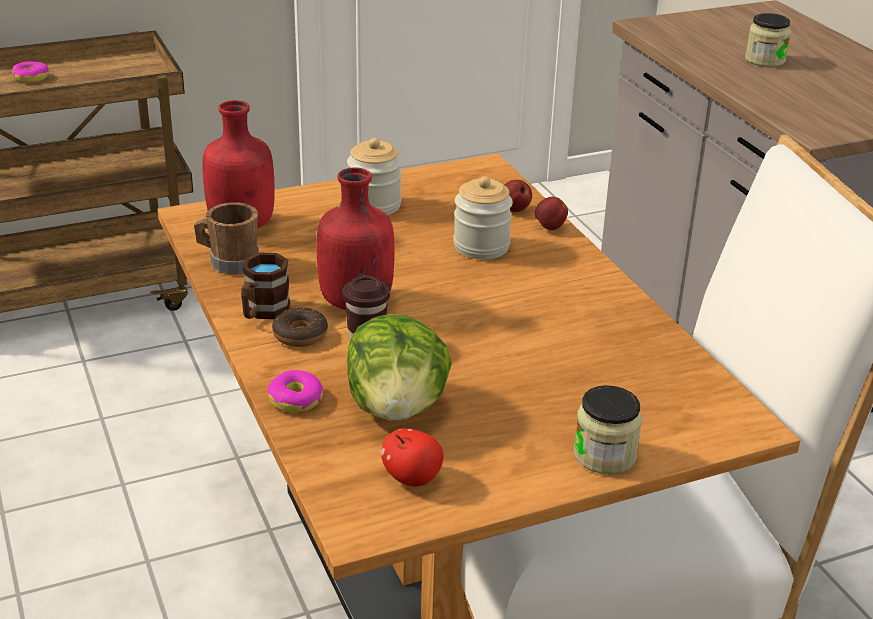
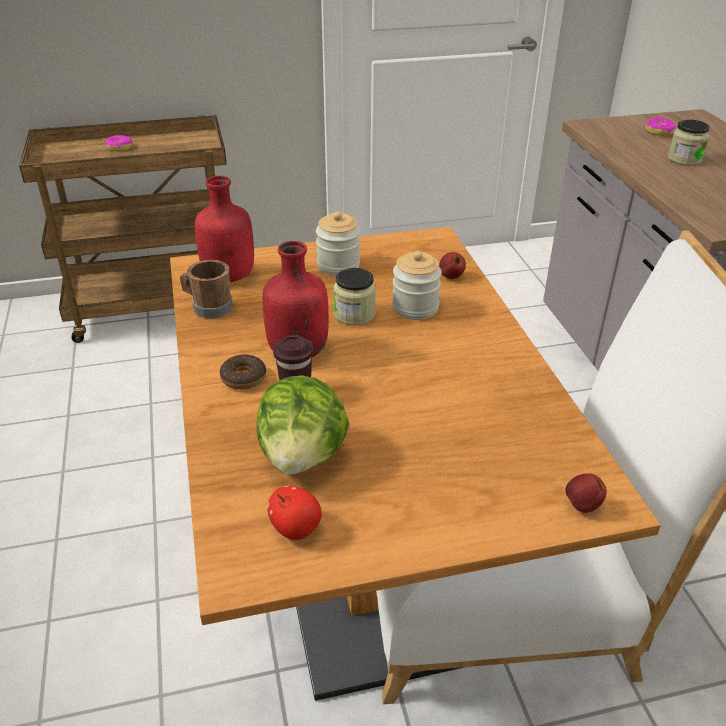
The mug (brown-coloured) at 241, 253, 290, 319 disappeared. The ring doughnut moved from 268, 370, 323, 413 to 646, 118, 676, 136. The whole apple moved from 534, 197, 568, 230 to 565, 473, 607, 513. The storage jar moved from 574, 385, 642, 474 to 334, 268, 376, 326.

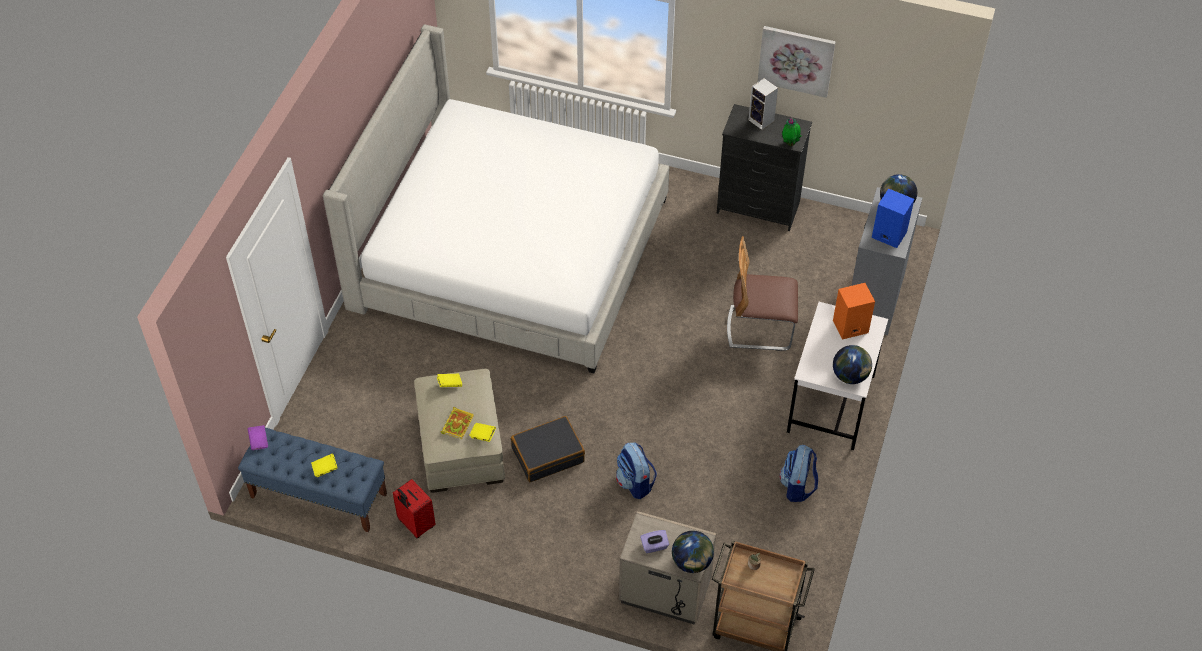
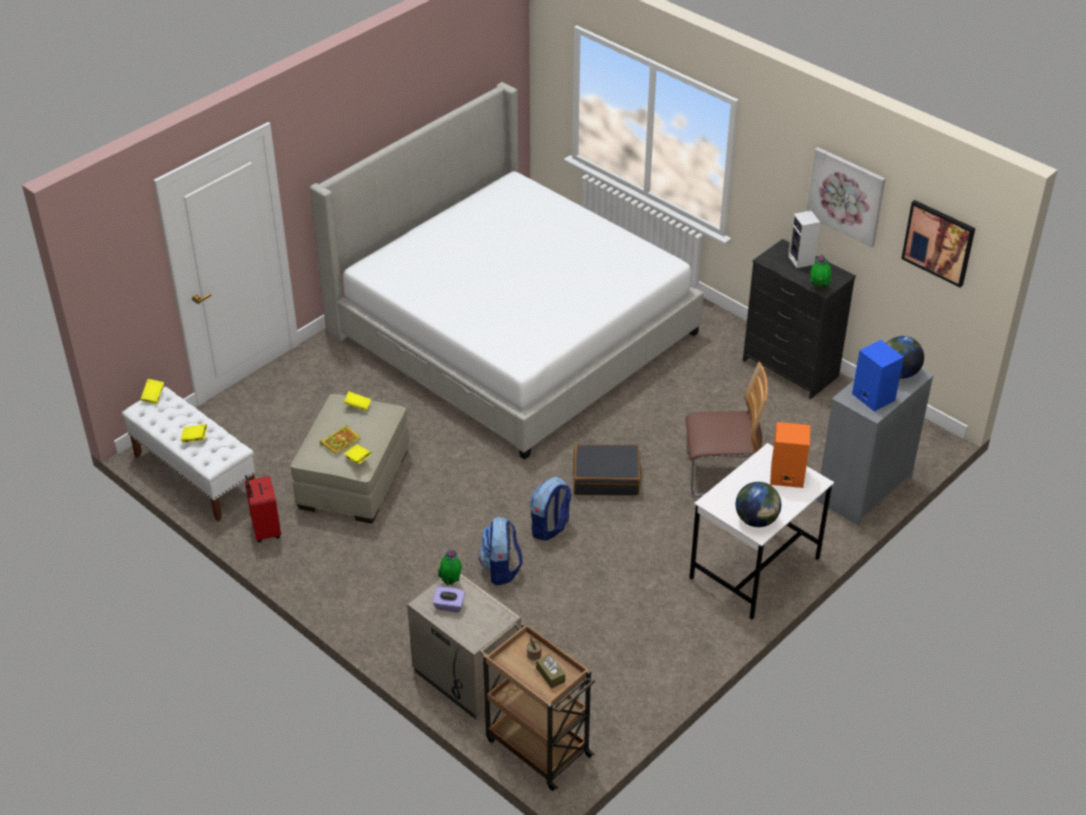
The indoor bench (blue) at 238, 428, 387, 532 became the indoor bench (white-coloured) at 122, 387, 255, 521. The book (purplish) at 248, 425, 268, 450 became the book (yellowish) at 140, 379, 164, 404. The travel case (black-coloured) moved from 511, 416, 585, 482 to 573, 444, 641, 496. The globe at 672, 531, 714, 573 disappeared. The upright chair at 727, 236, 798, 351 turned 150 degrees clockwise. The knapsack moved from 780, 445, 818, 502 to 530, 477, 572, 541. The plant in a pot at 437, 549, 462, 586 appeared. The box of tissues (brown-coloured) at 536, 654, 565, 689 appeared. The picture at 901, 200, 975, 288 appeared.

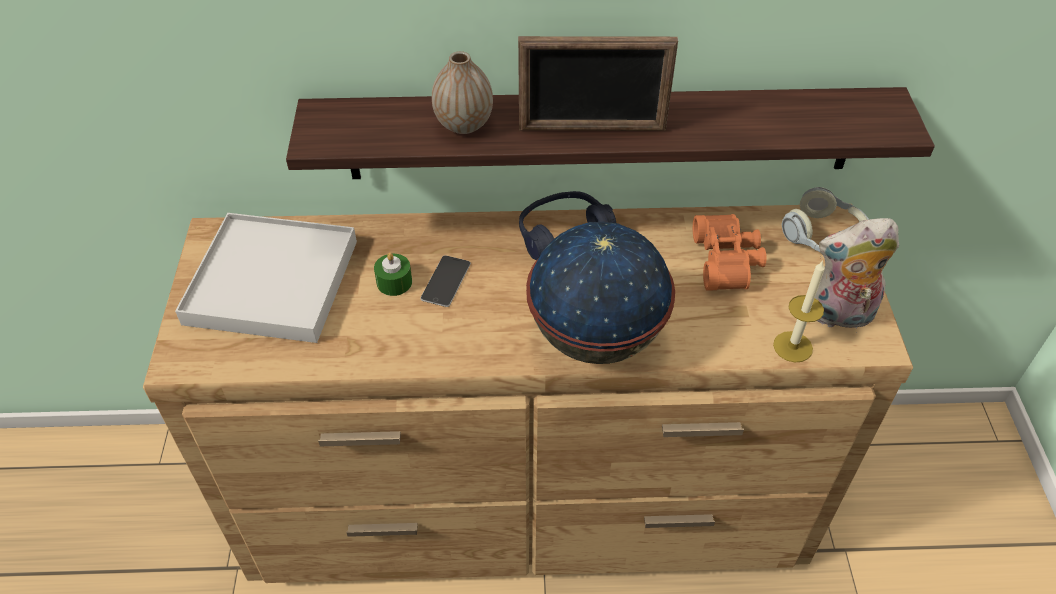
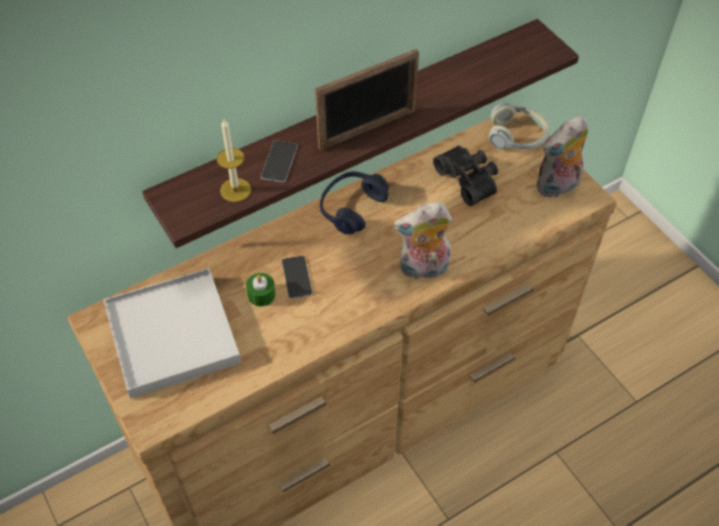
The decorative vase at 432, 51, 493, 134 was replaced by the telephone at 261, 140, 298, 183. The globe at 526, 222, 675, 364 was replaced by the soft toy at 393, 202, 452, 279. The field glasses (orange) at 693, 214, 766, 291 became the field glasses (black-coloured) at 433, 145, 498, 206. The candle moved from 773, 260, 825, 362 to 217, 119, 251, 202.

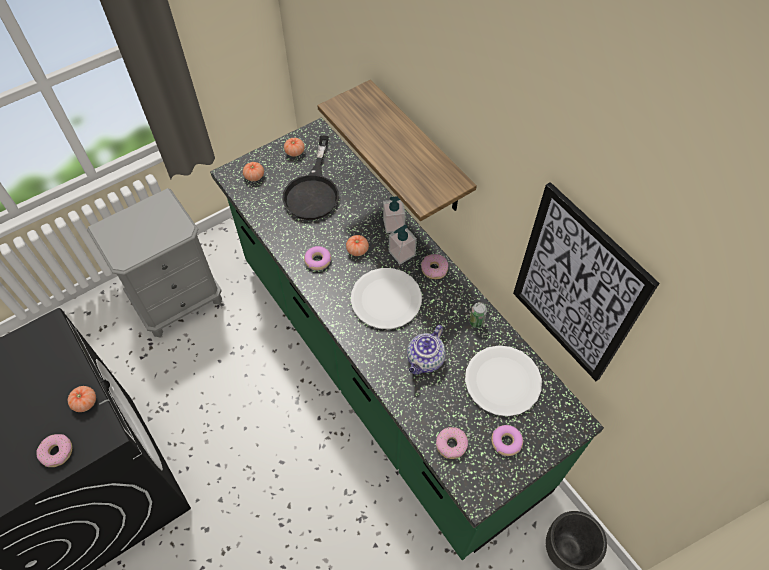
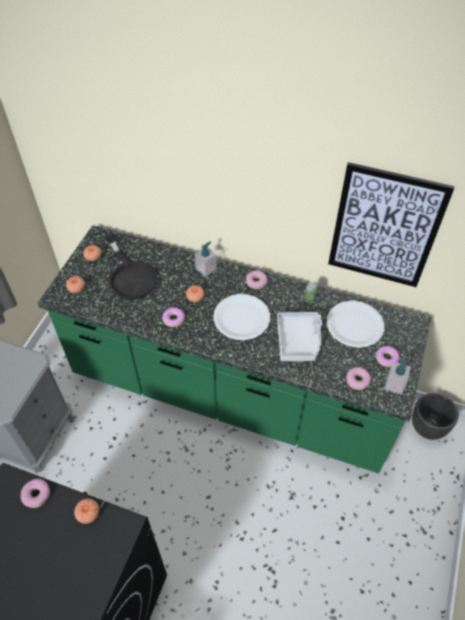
The ring doughnut moved from 36, 434, 72, 467 to 21, 479, 50, 508. The wall shelf at 317, 80, 477, 221 disappeared. The soap bottle moved from 389, 225, 417, 264 to 384, 361, 411, 395. The pot for tea at 407, 325, 446, 375 was replaced by the serving tray (gray) at 277, 312, 322, 361.

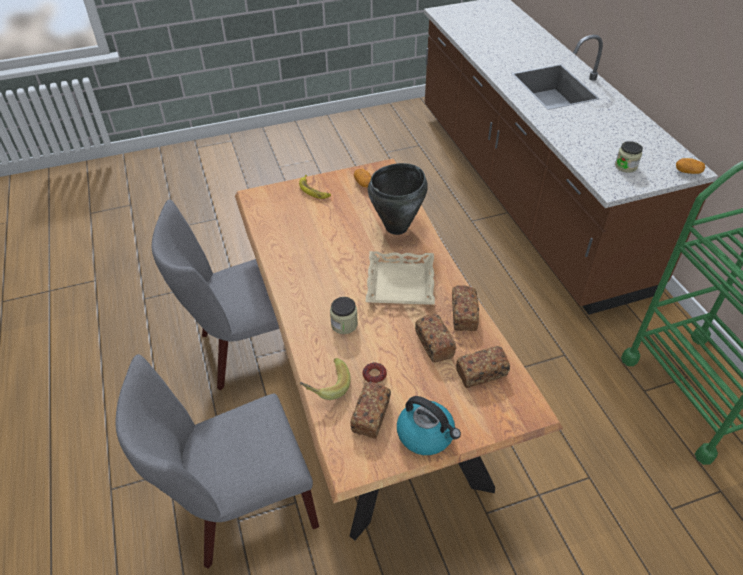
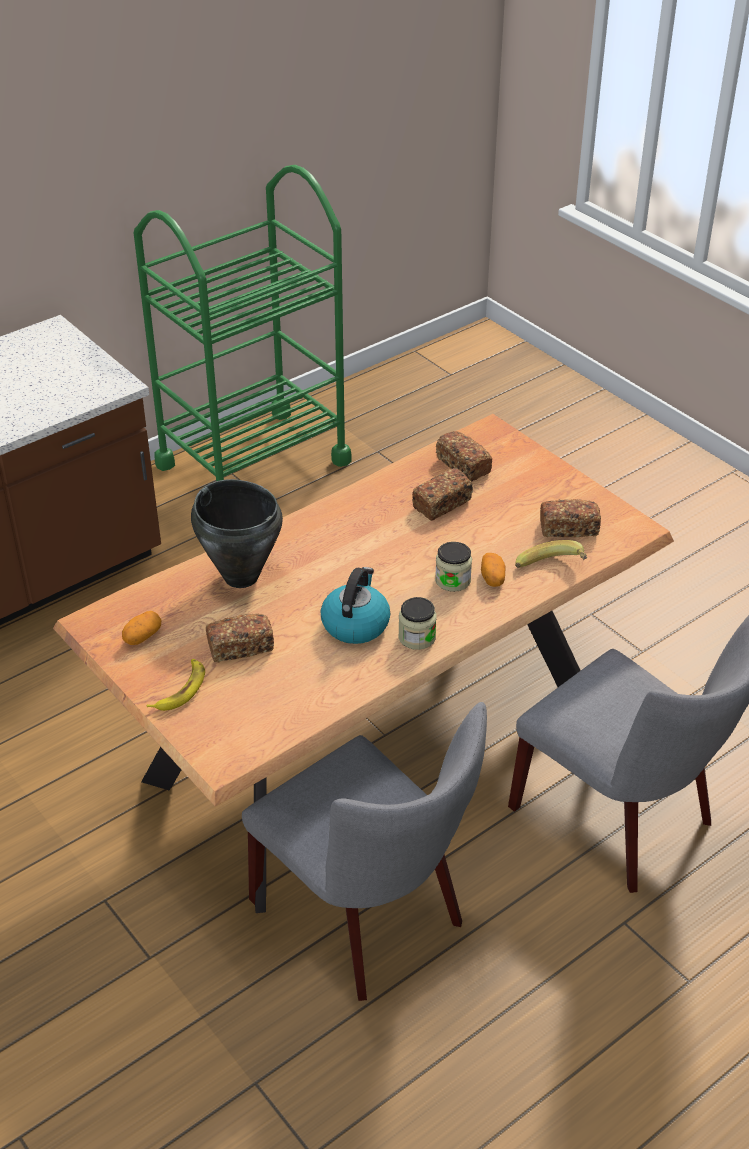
The ring doughnut at 363, 363, 387, 383 disappeared. The serving tray (sand-coloured) at 366, 251, 435, 305 disappeared. The water kettle moved from 397, 396, 461, 455 to 321, 567, 390, 644. The bakery bread moved from 452, 285, 479, 331 to 206, 613, 274, 662. The storage jar moved from 615, 141, 643, 173 to 398, 597, 437, 650. The potato moved from 676, 158, 705, 174 to 481, 553, 505, 587.

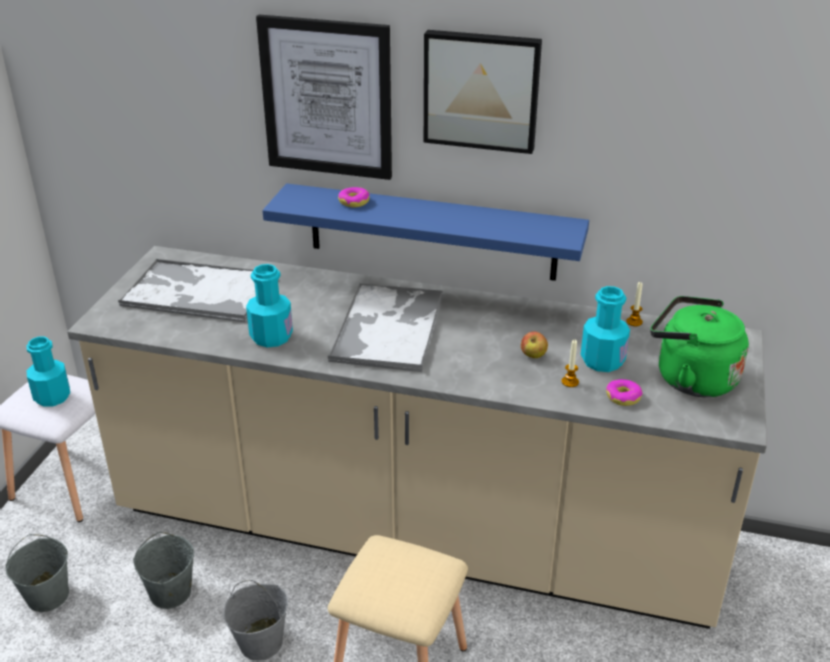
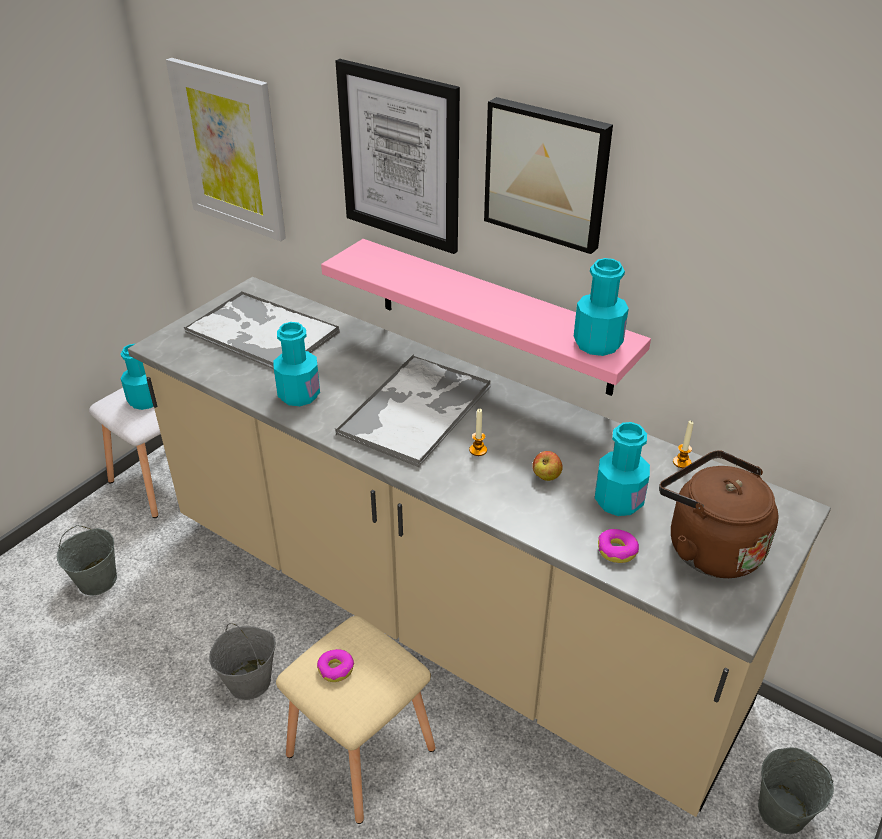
The bucket (gray) moved from 133, 532, 194, 609 to 758, 747, 834, 834. The wall shelf (blue) at 263, 183, 589, 281 became the wall shelf (pink-coloured) at 321, 239, 651, 396. The ring doughnut moved from 338, 187, 369, 208 to 317, 649, 354, 682. The candle moved from 561, 340, 579, 387 to 469, 408, 487, 456. The water kettle (greenish) at 650, 296, 749, 397 became the water kettle (brown-coloured) at 659, 450, 778, 578. The picture at 166, 58, 286, 241 appeared. The beverage bottle (turquoise) at 574, 258, 629, 356 appeared.

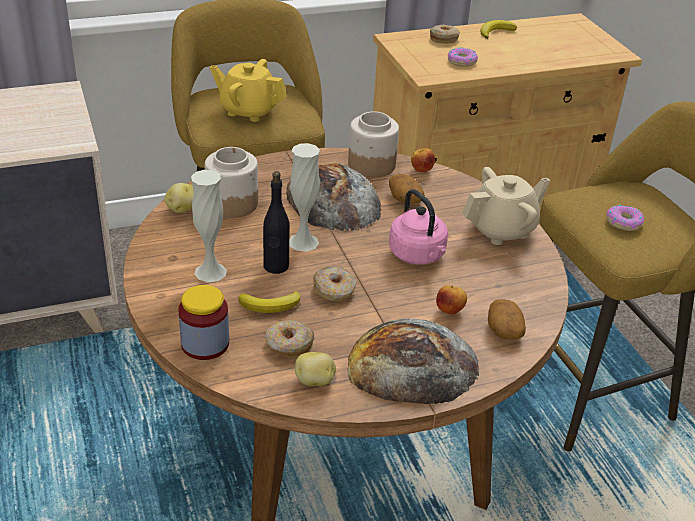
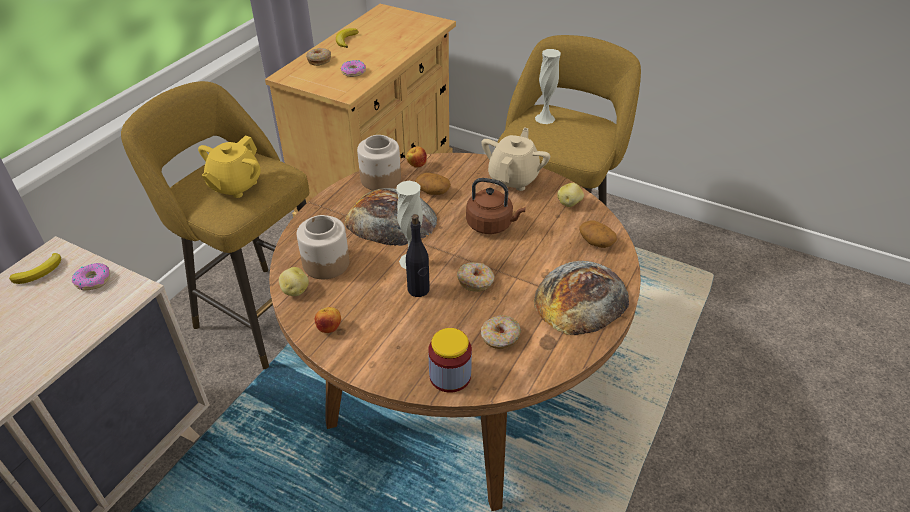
The decorative vase (white-coloured) moved from 191, 170, 227, 282 to 535, 49, 561, 124. The pot for tea (yellowish) at 210, 59, 287, 122 turned 45 degrees counterclockwise. The banana moved from 238, 291, 300, 313 to 9, 253, 61, 284. The potato moved from 295, 352, 336, 386 to 557, 183, 584, 207. The water kettle (pink-coloured) at 389, 189, 448, 265 became the water kettle (brown-coloured) at 466, 178, 526, 234. The whole apple moved from 436, 285, 467, 315 to 315, 307, 341, 333. The ring doughnut moved from 606, 205, 644, 231 to 72, 263, 110, 291.

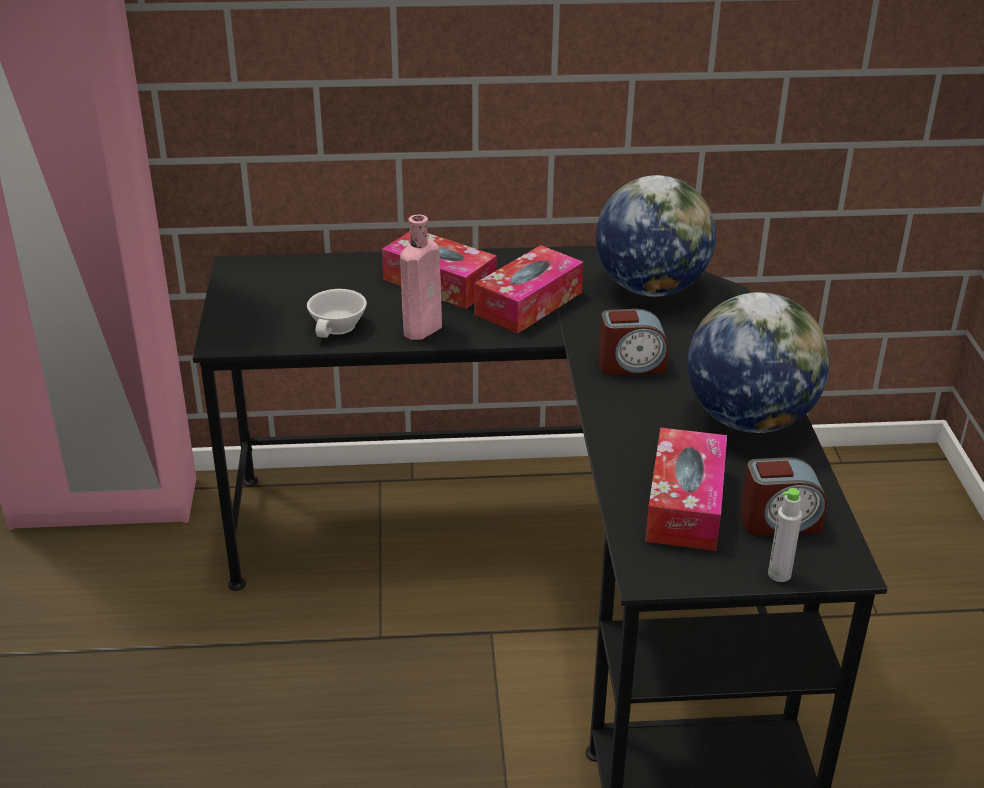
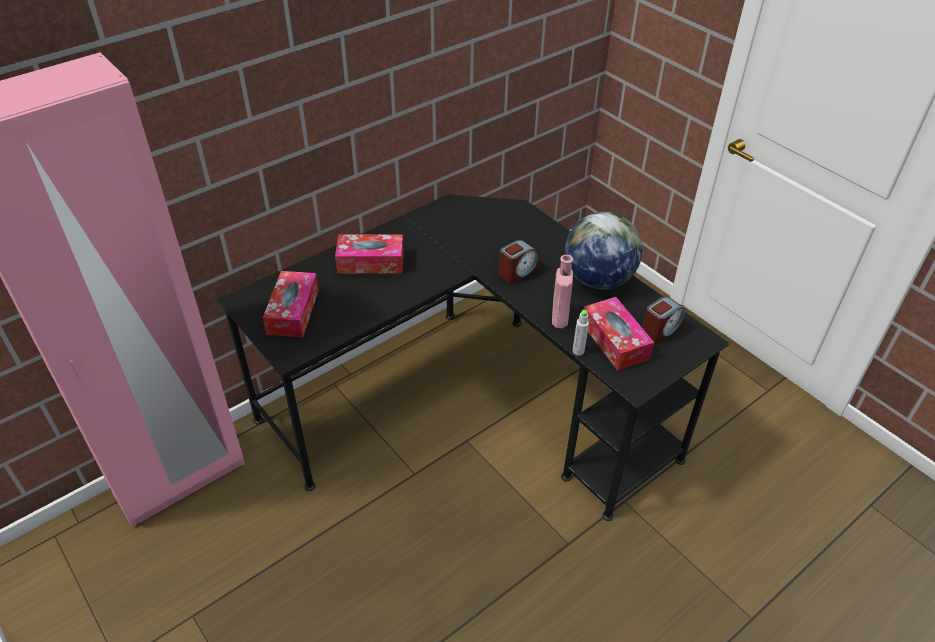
The small cup (white-coloured) at 307, 289, 367, 338 disappeared. The beverage bottle (pink-coloured) moved from 400, 215, 442, 340 to 552, 255, 573, 328. The box of tissues moved from 474, 245, 583, 334 to 263, 271, 319, 338. The globe at 596, 175, 716, 297 disappeared. The beverage bottle (gray) moved from 768, 488, 802, 582 to 572, 310, 589, 356.

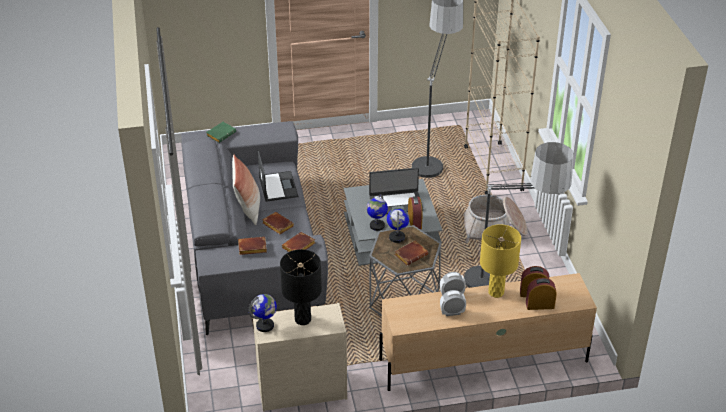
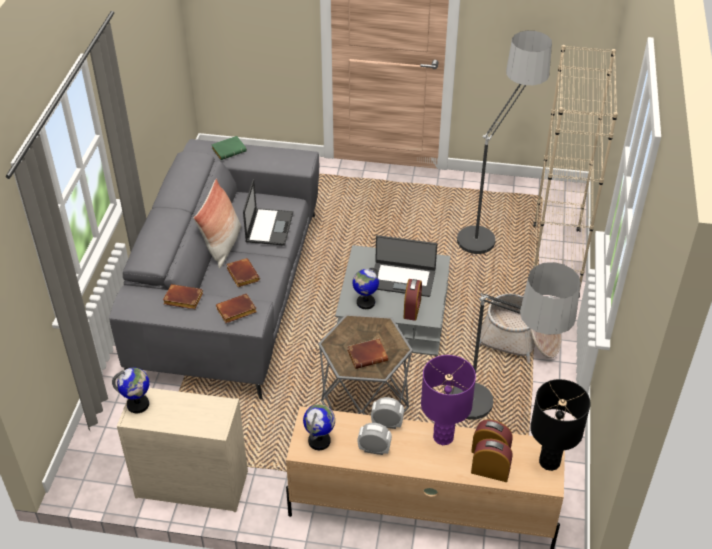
The table lamp (black-coloured) moved from 280, 249, 322, 325 to 530, 379, 591, 471. The globe moved from 387, 208, 409, 243 to 303, 404, 335, 450. The table lamp (yellowish) at 480, 224, 521, 298 became the table lamp (purplish) at 421, 355, 476, 445.

